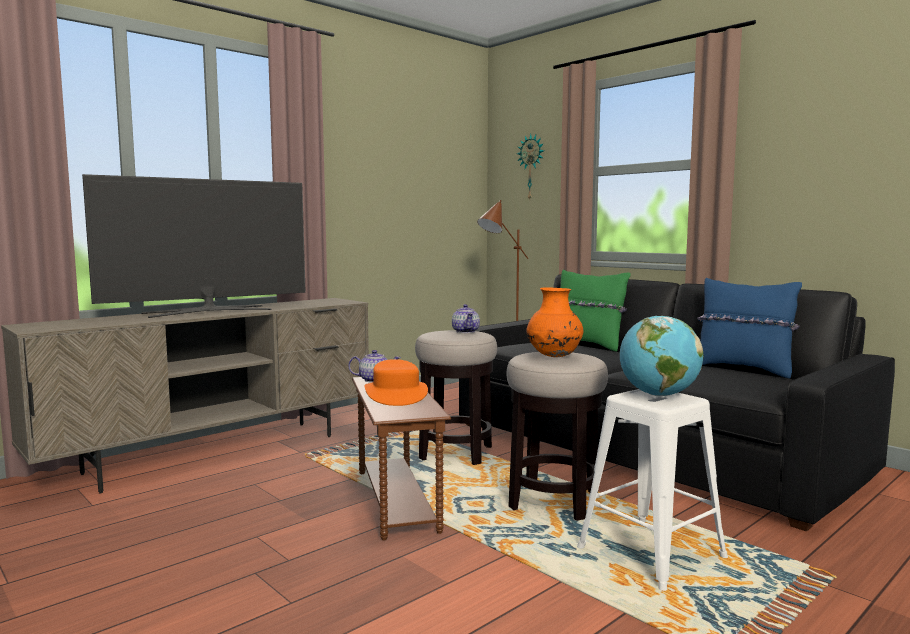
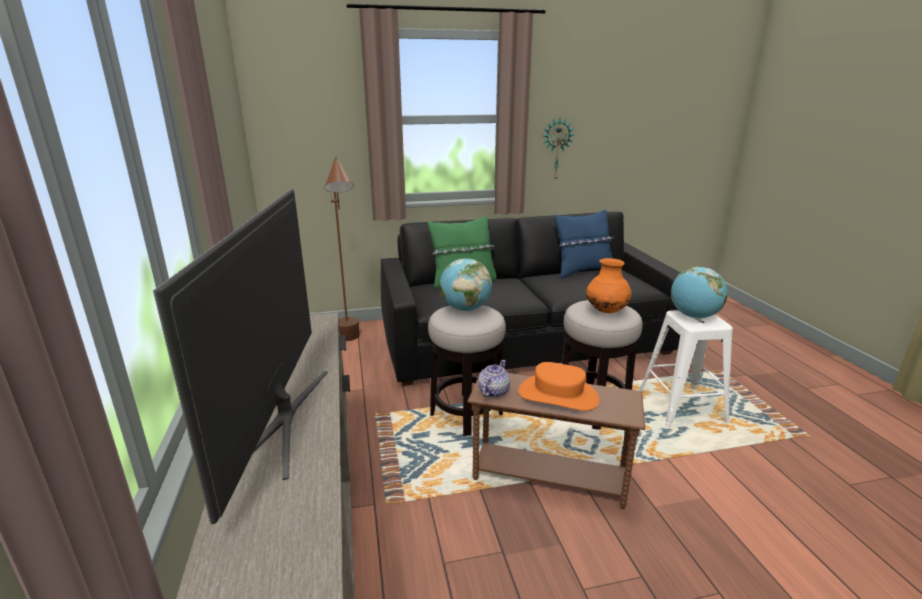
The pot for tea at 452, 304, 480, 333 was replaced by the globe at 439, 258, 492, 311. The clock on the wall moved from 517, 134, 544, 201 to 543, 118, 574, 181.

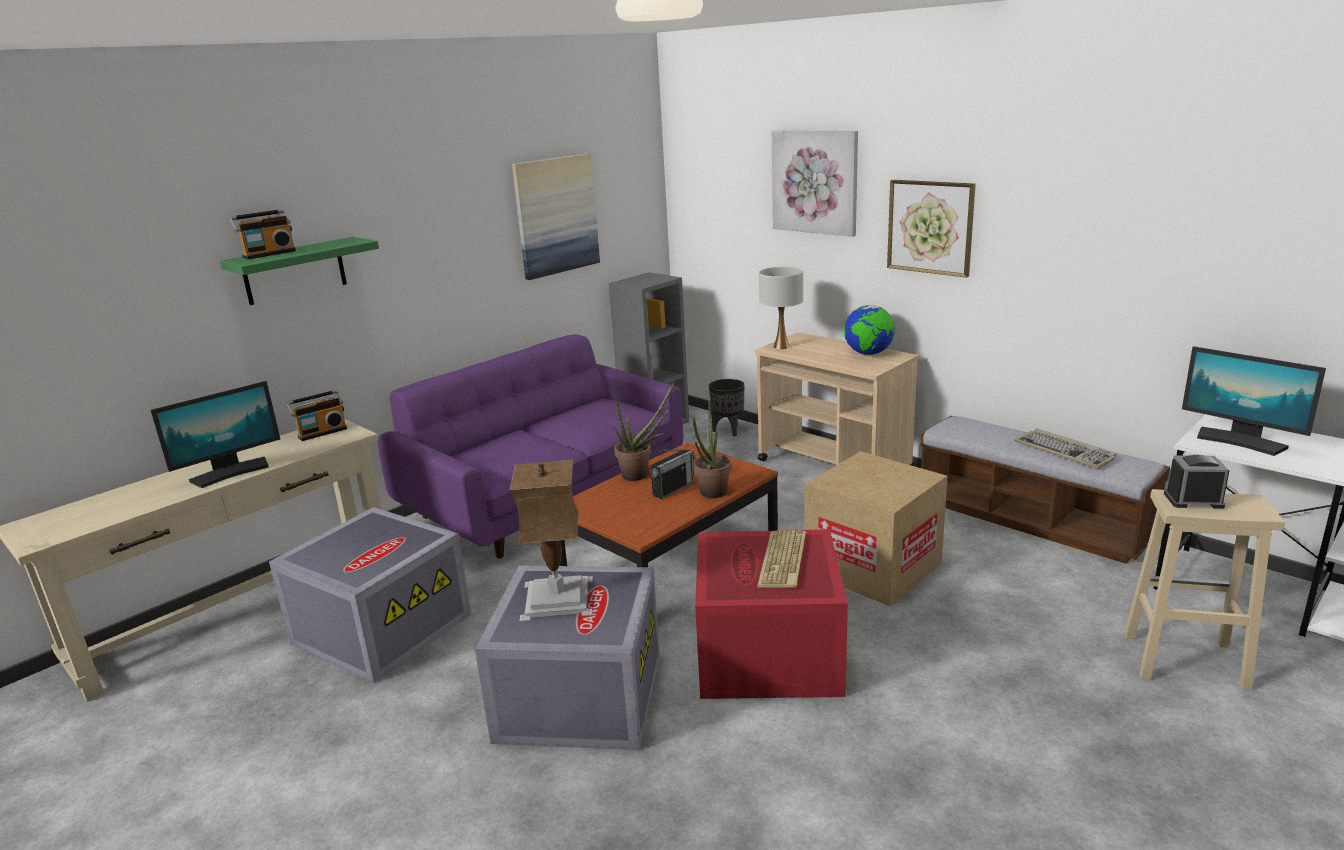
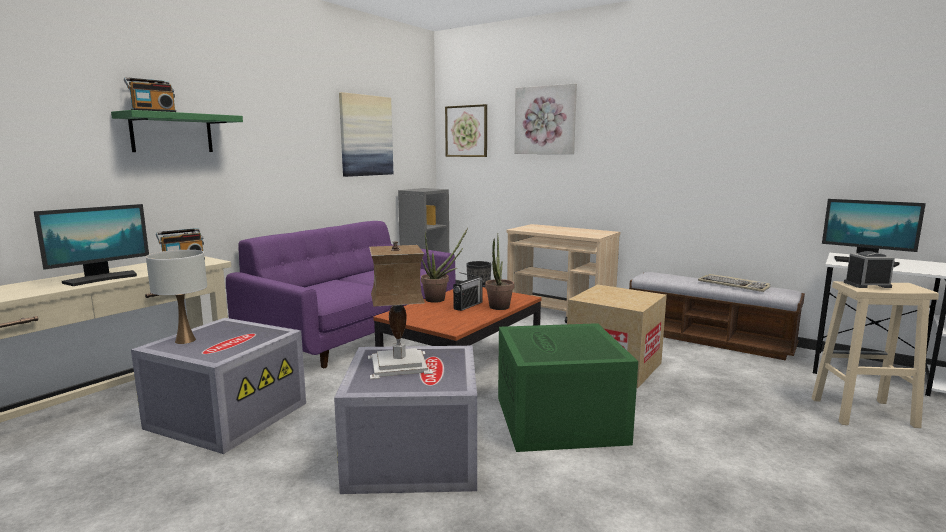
The storage bin (red-coloured) at 695, 529, 848, 699 became the storage bin (greenish) at 498, 323, 638, 452. The keyboard at 757, 530, 806, 587 disappeared. The table lamp (white-coloured) moved from 759, 267, 803, 349 to 146, 250, 207, 344. The globe at 844, 305, 895, 355 disappeared. The picture moved from 887, 180, 976, 278 to 445, 104, 487, 157.

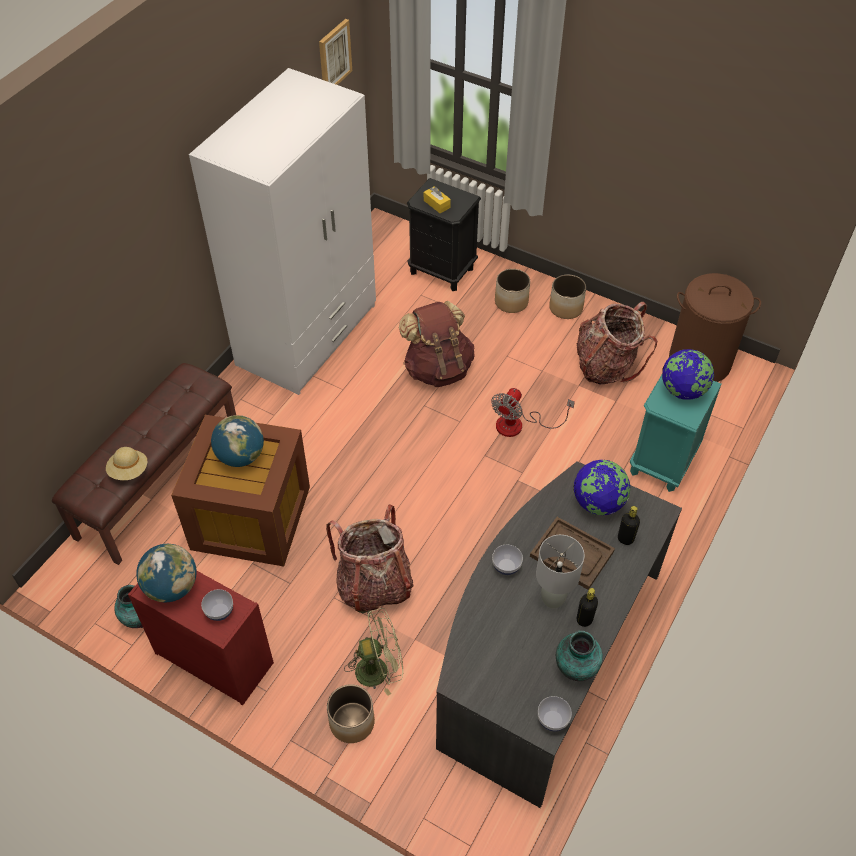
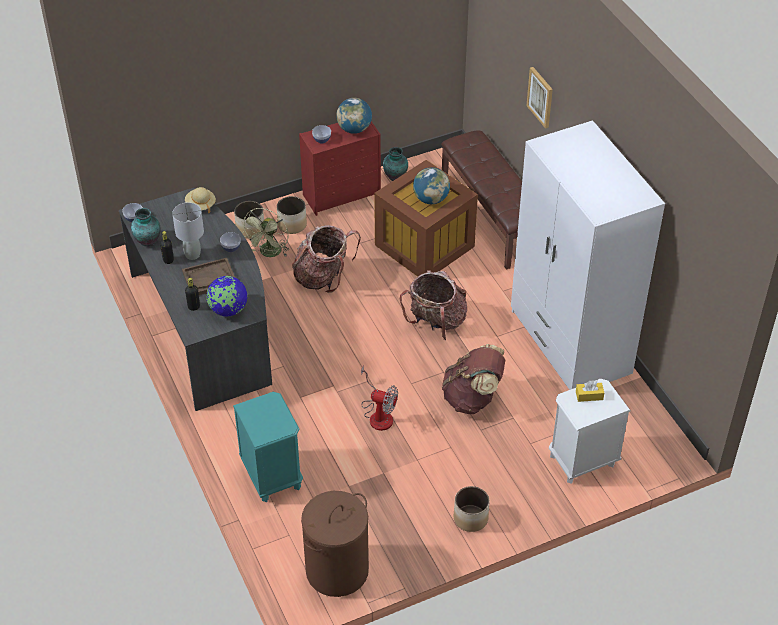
The hat (sand-coloured) moved from 106, 447, 148, 480 to 185, 187, 216, 213. The picture moved from 319, 19, 352, 85 to 526, 67, 553, 128. The night table (black-coloured) at 407, 178, 481, 291 became the night table (white-coloured) at 549, 379, 631, 484. The cooling fan at 491, 388, 575, 437 turned 135 degrees clockwise. The flower pot moved from 495, 269, 530, 313 to 277, 196, 307, 234. The knapsack moved from 577, 302, 658, 385 to 400, 270, 467, 340. The globe at 662, 349, 714, 400 disappeared.

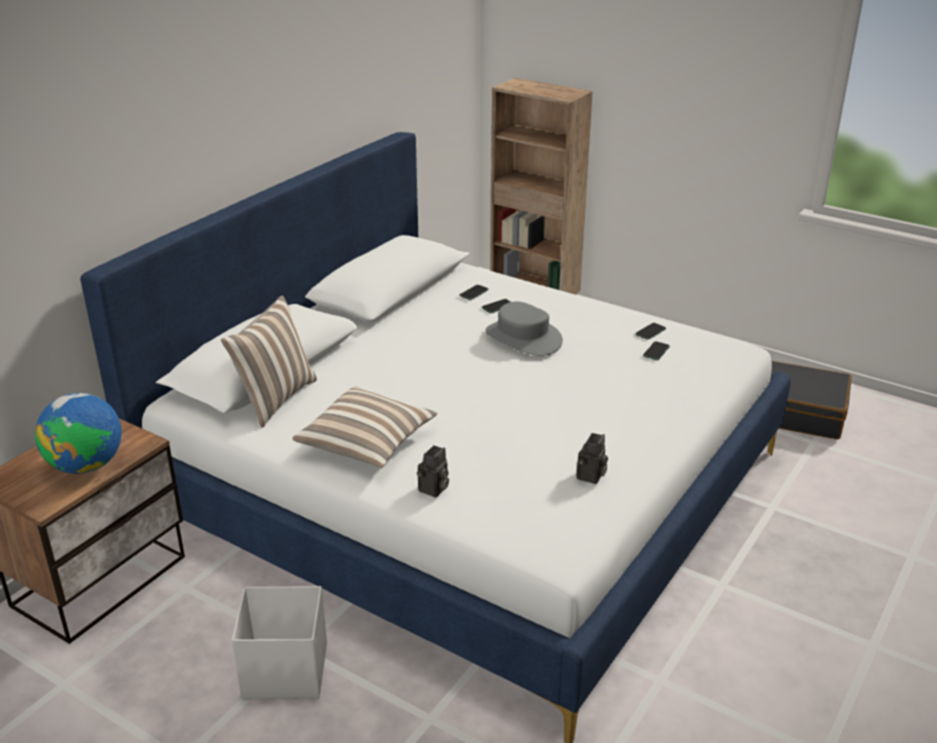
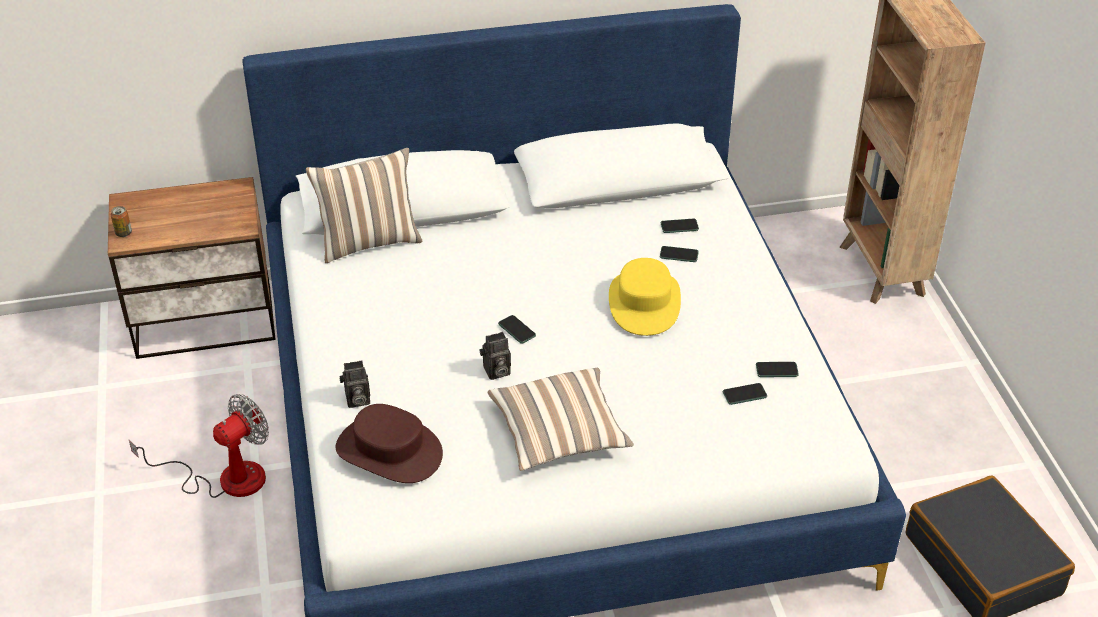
The globe at 35, 393, 122, 474 disappeared. The storage bin (white-coloured) at 232, 586, 327, 699 was replaced by the cooling fan at 129, 394, 269, 498. The cushion moved from 292, 387, 437, 468 to 487, 368, 634, 471. The hat (gray) at 485, 301, 563, 356 became the hat (yellowish) at 609, 258, 681, 336. The photo camera moved from 576, 433, 608, 484 to 480, 332, 511, 380. The sealed can at 111, 206, 132, 237 appeared. The hat (brown-coloured) at 336, 404, 443, 483 appeared. The telephone at 498, 315, 536, 344 appeared.

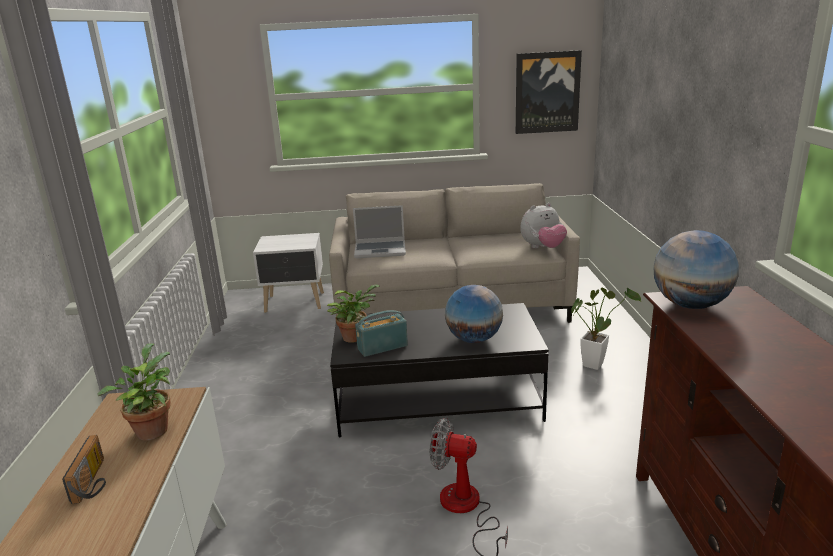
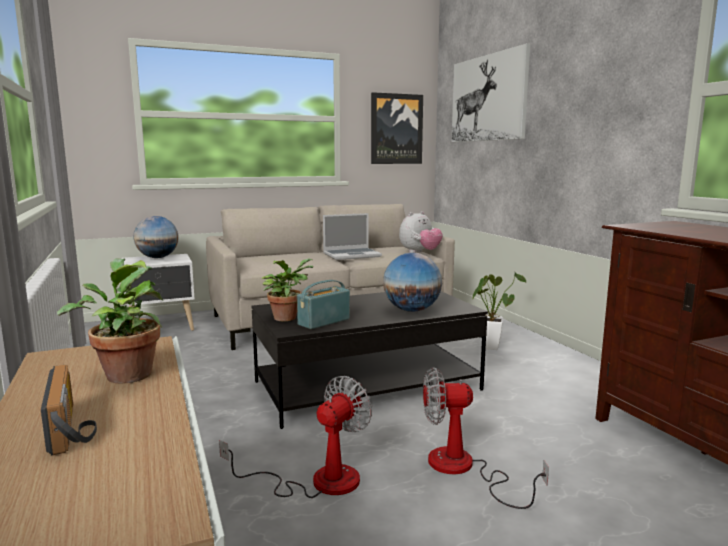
The notebook computer moved from 353, 205, 406, 258 to 323, 213, 382, 260. The globe moved from 654, 230, 739, 309 to 133, 216, 179, 258. The cooling fan at 219, 376, 372, 498 appeared. The picture at 452, 43, 530, 142 appeared.

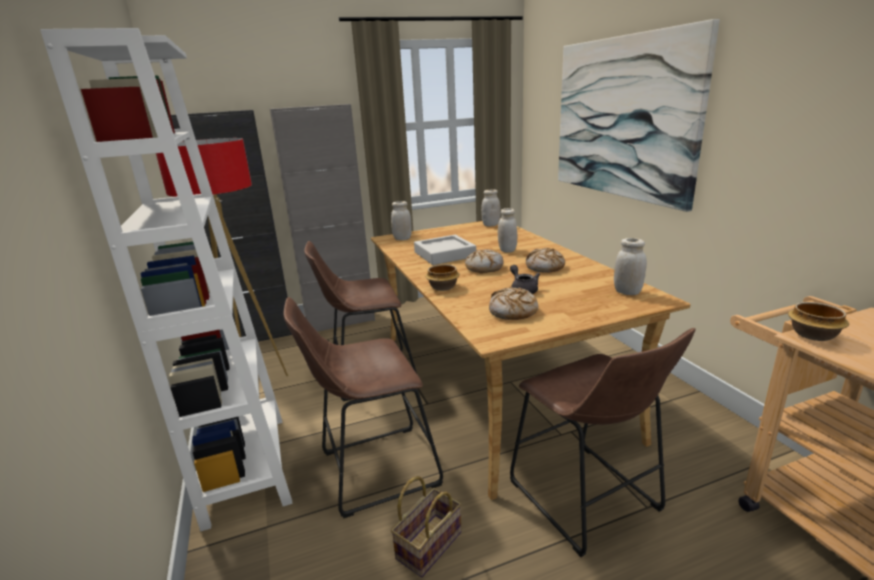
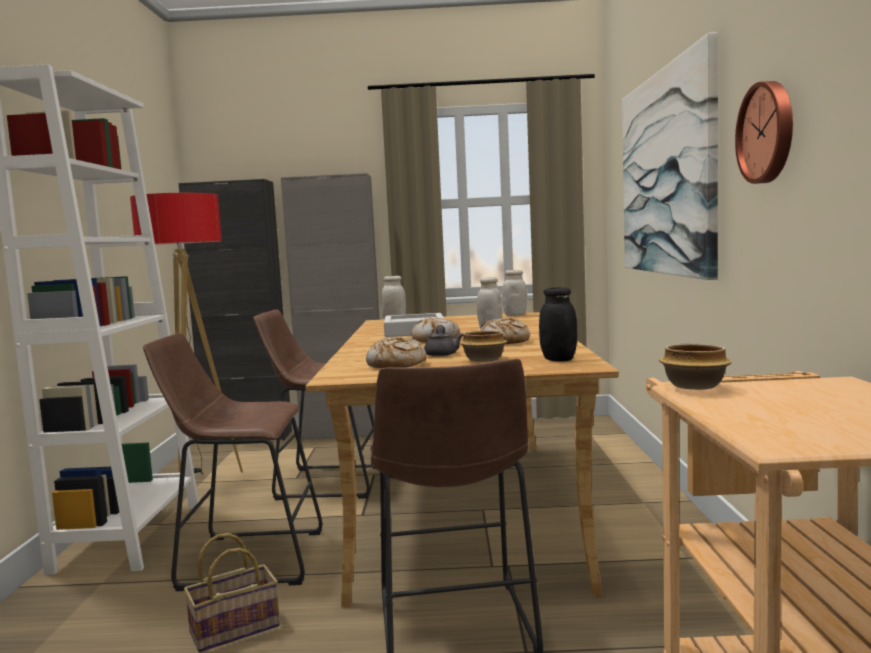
The bowl moved from 425, 264, 460, 291 to 460, 331, 507, 362. The storage jar (white-coloured) at 614, 238, 647, 295 became the storage jar (black-coloured) at 539, 287, 577, 362. The clock on the wall at 735, 81, 793, 184 appeared.

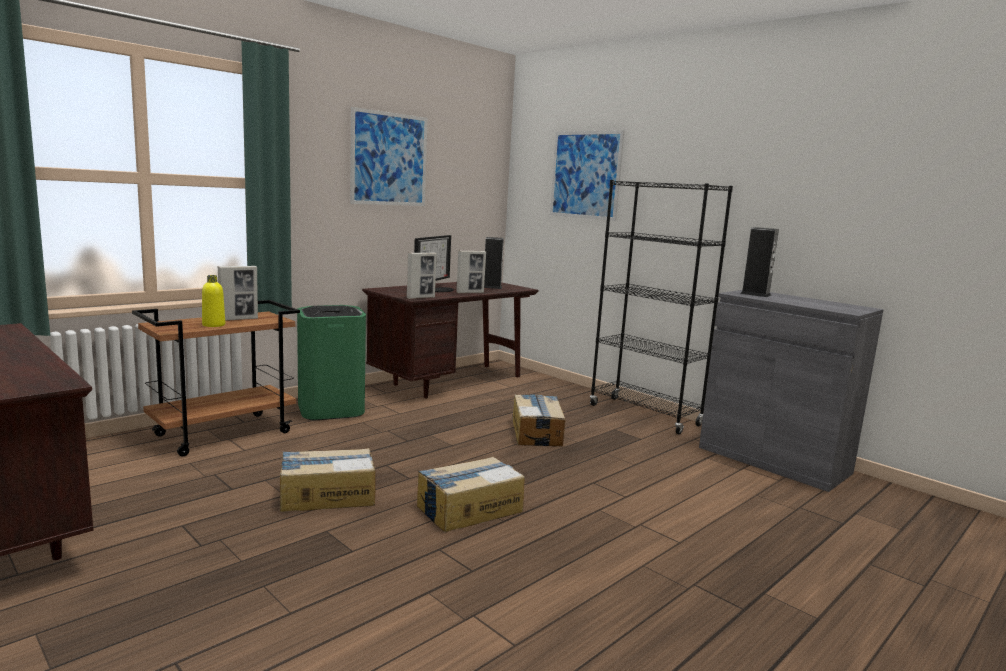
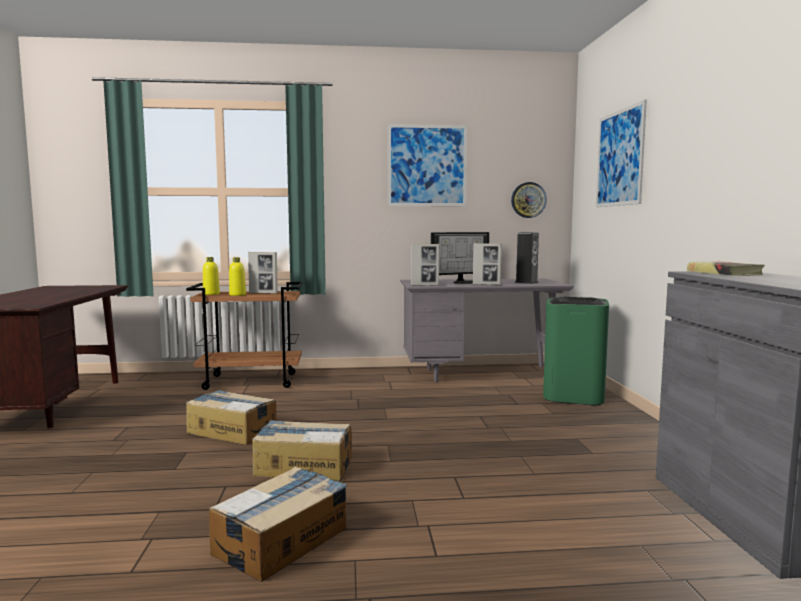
The rubbish bin (greenish) moved from 297, 305, 366, 420 to 543, 297, 609, 406. The desk table (brown-coloured) at 362, 282, 539, 398 became the desk table (gray) at 400, 278, 574, 382. The packing box moved from 512, 394, 566, 446 to 209, 466, 347, 582. The bookcase (black-coloured) at 590, 180, 733, 434 disappeared. The speaker at 740, 227, 779, 297 was replaced by the book at 687, 261, 765, 276. The beverage bottle (yellowish) at 203, 257, 220, 295 appeared. The clock on the wall at 511, 182, 547, 218 appeared.

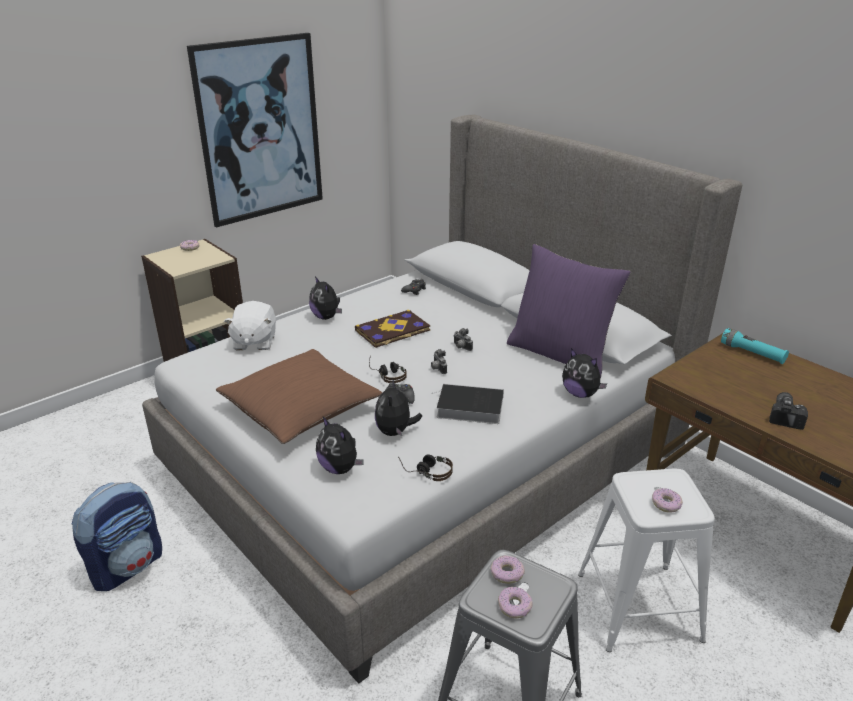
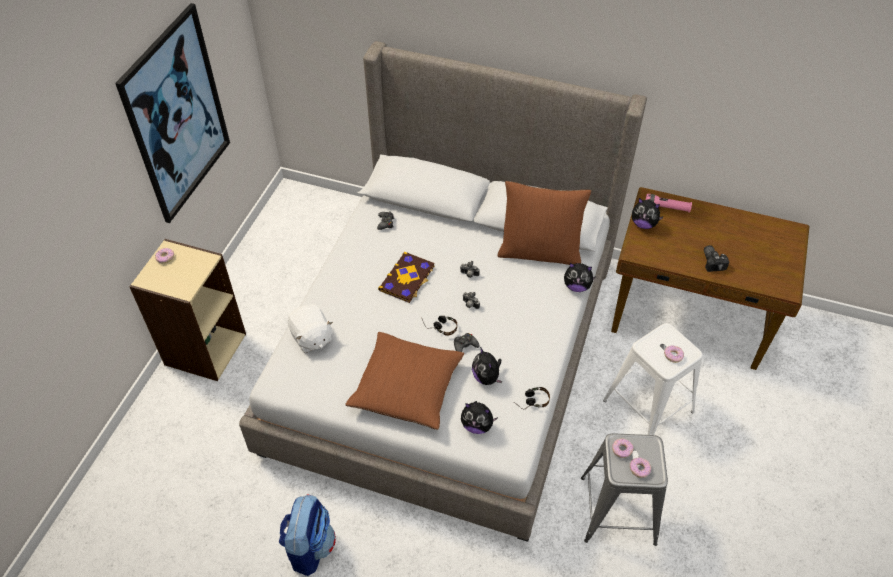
The soft toy moved from 309, 276, 342, 320 to 632, 198, 664, 229. The book at 432, 384, 504, 424 disappeared. The cushion (purplish) at 507, 244, 631, 378 became the cushion (brown-coloured) at 497, 181, 591, 265. The torch (turquoise) at 721, 328, 789, 364 became the torch (pink-coloured) at 646, 194, 692, 213.

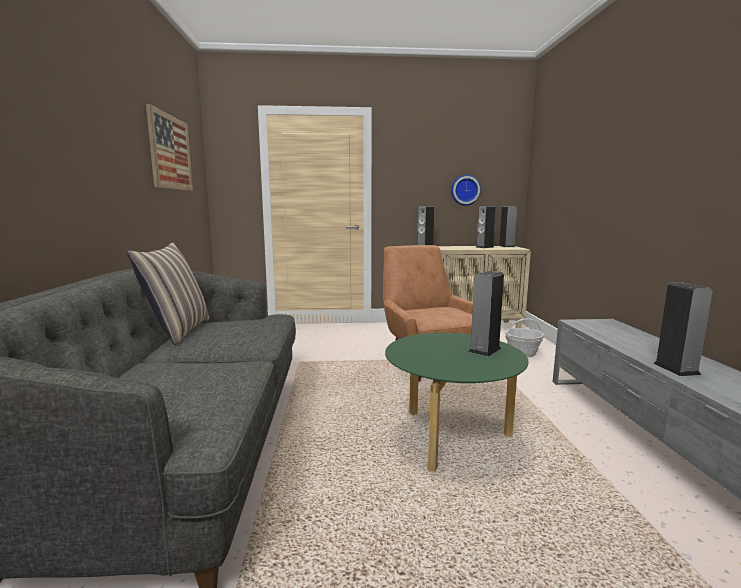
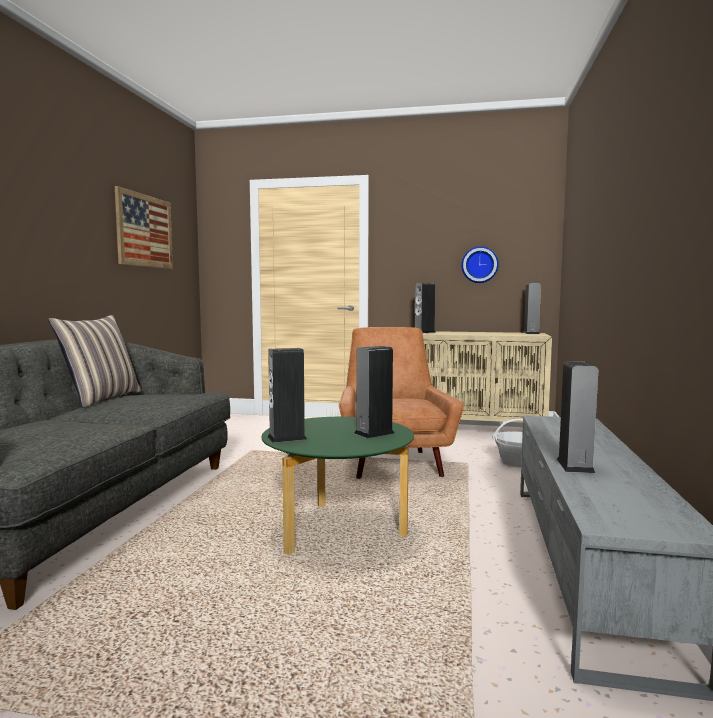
The speaker moved from 476, 206, 496, 248 to 268, 348, 307, 443.

